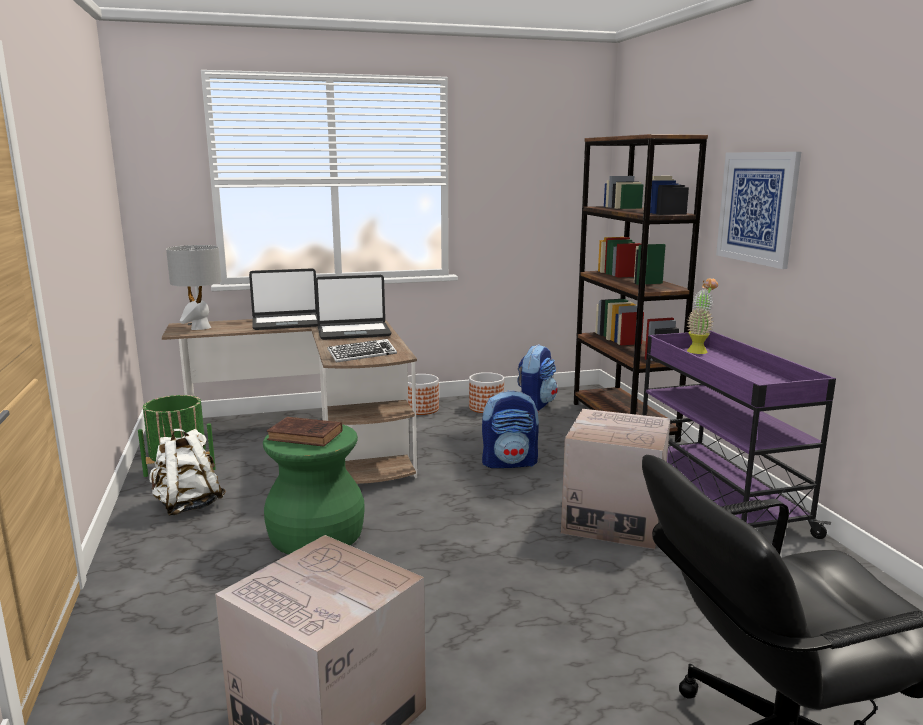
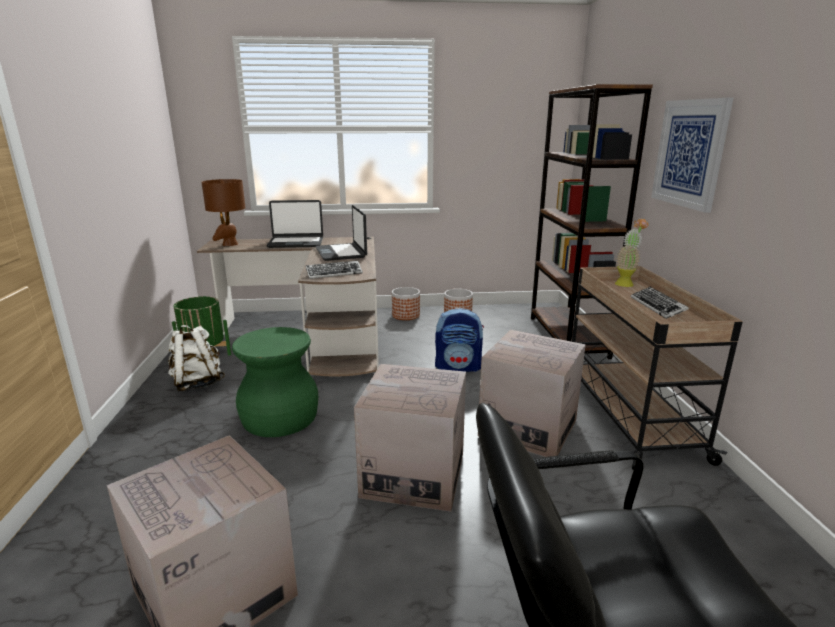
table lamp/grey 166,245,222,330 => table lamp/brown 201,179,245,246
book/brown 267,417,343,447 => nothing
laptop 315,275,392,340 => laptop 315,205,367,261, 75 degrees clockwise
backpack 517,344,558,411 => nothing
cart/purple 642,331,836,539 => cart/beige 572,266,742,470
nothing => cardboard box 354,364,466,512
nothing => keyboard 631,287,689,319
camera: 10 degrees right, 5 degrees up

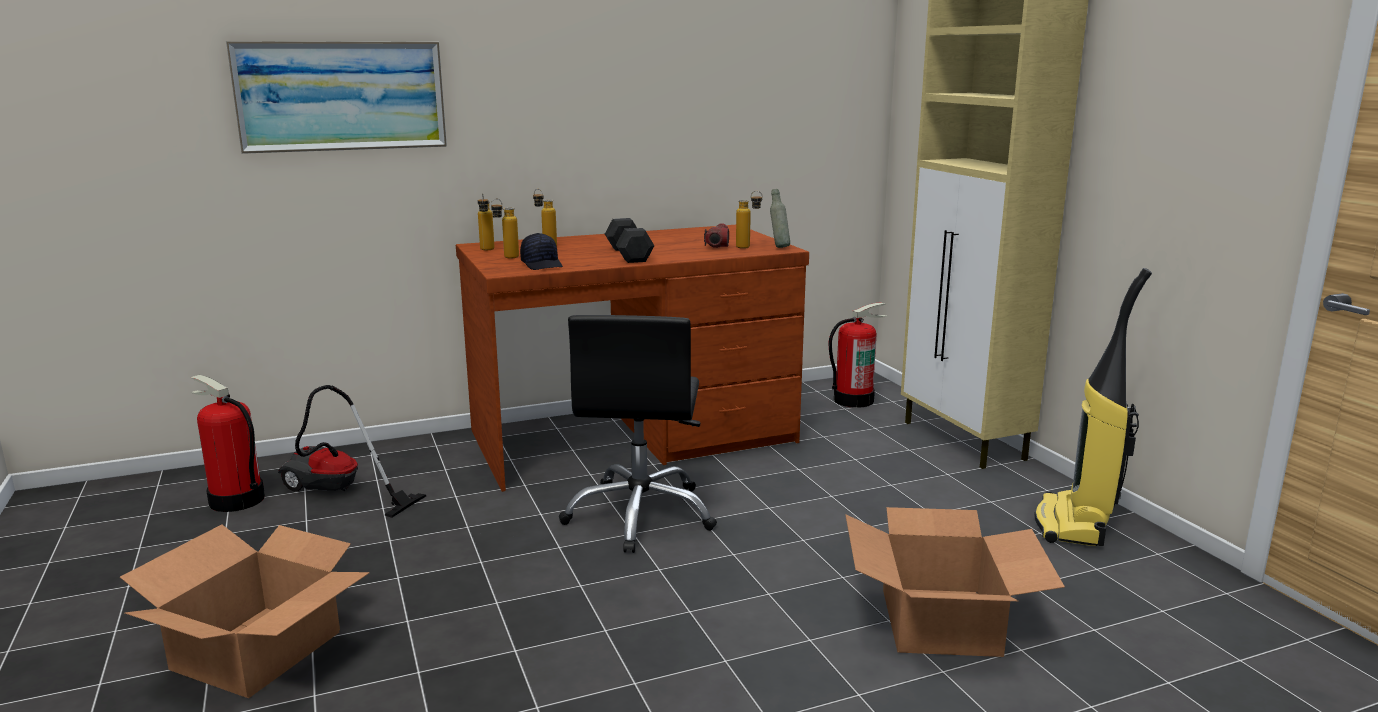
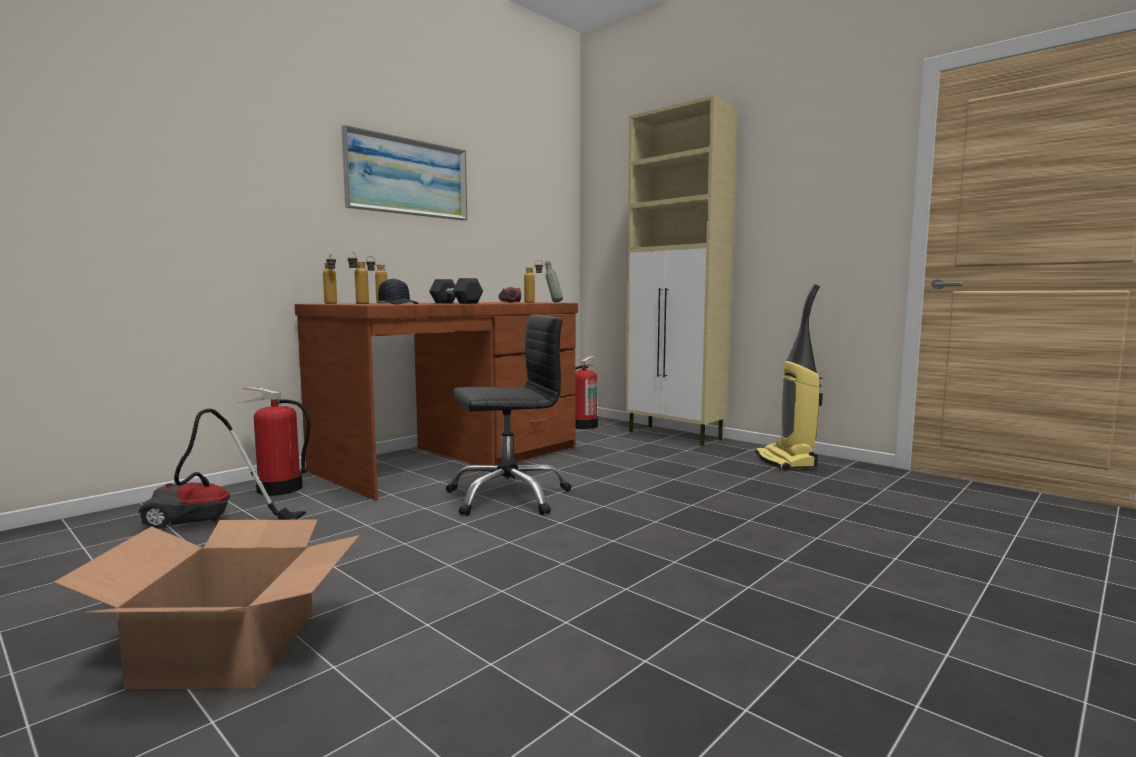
fire extinguisher 190,375,265,512 => fire extinguisher 240,387,311,496, moved
picture 226,41,447,154 => picture 342,125,467,221, moved
office chair/black 559,315,717,553 => office chair/black 446,315,572,516, 90 degrees counterclockwise
cardboard box 845,507,1065,657 => nothing
camera: 25 degrees left, 10 degrees down

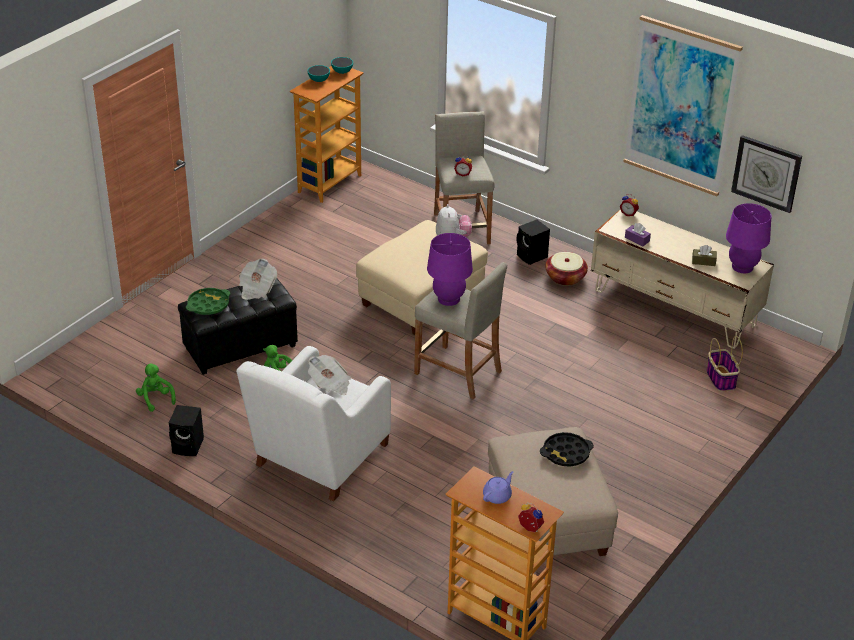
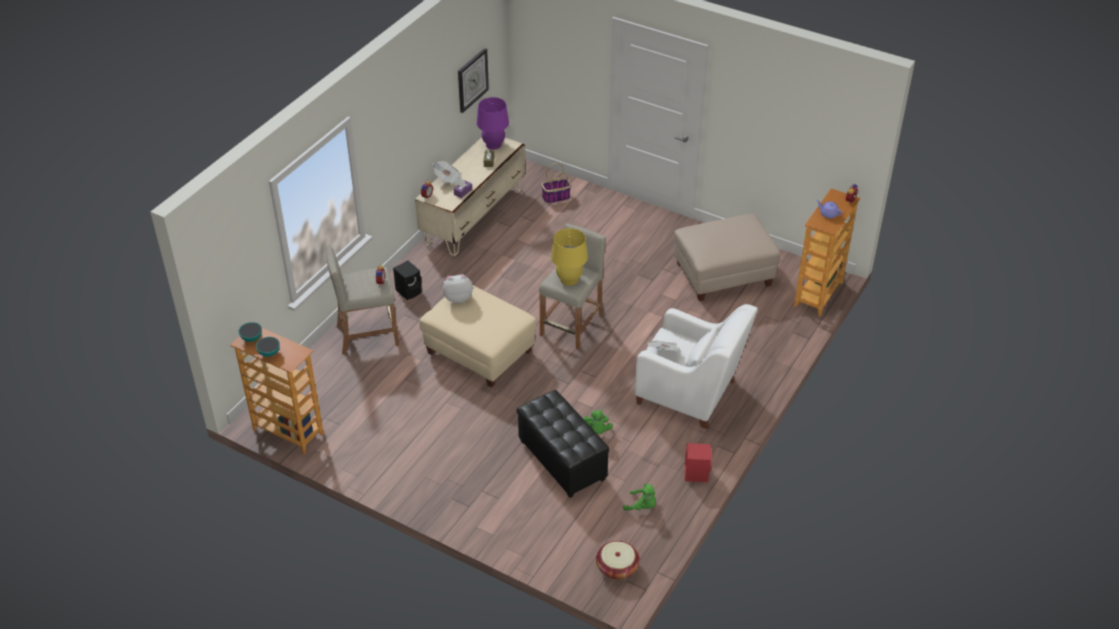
plush toy/green 136,364,176,412 => plush toy/green 623,484,656,510, 120 degrees counterclockwise
speaker/black 169,405,204,456 => speaker/red 685,443,712,482
tray/green 186,288,230,315 => nothing
newspaper 239,258,277,300 => newspaper 432,161,462,185, moved
table lamp/purple 427,233,473,306 => table lamp/yellow 551,228,588,286
tray/black 540,432,594,467 => nothing
basket 545,252,588,286 => basket 596,541,640,580, moved
picture 623,15,743,196 => nothing
camera: 95 degrees left, 5 degrees up

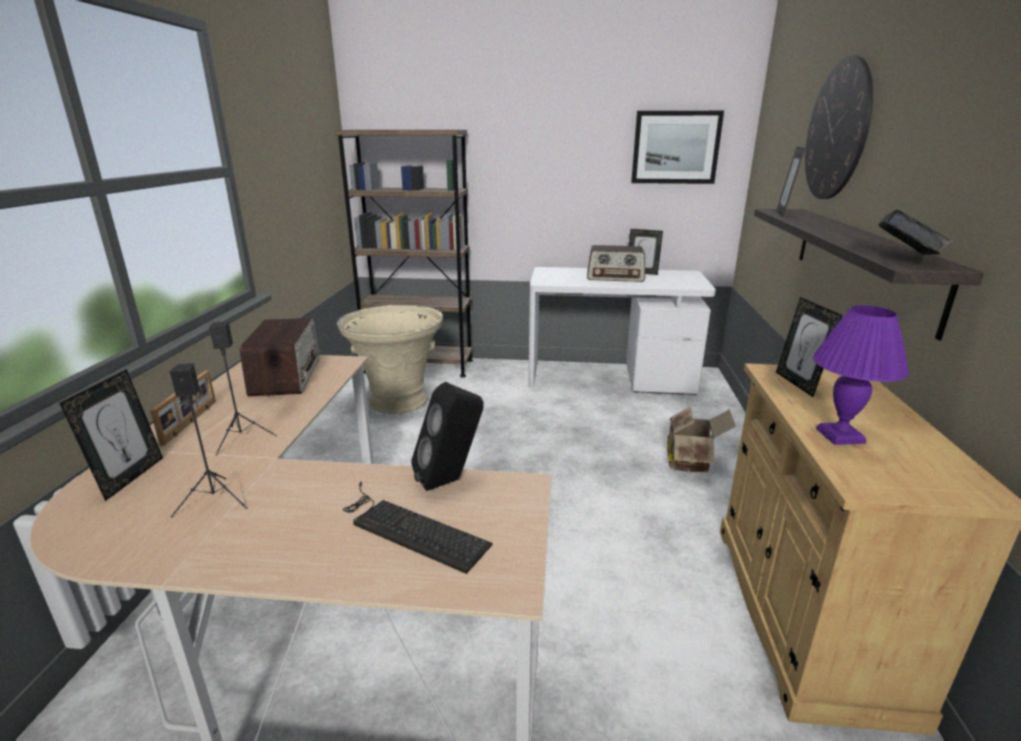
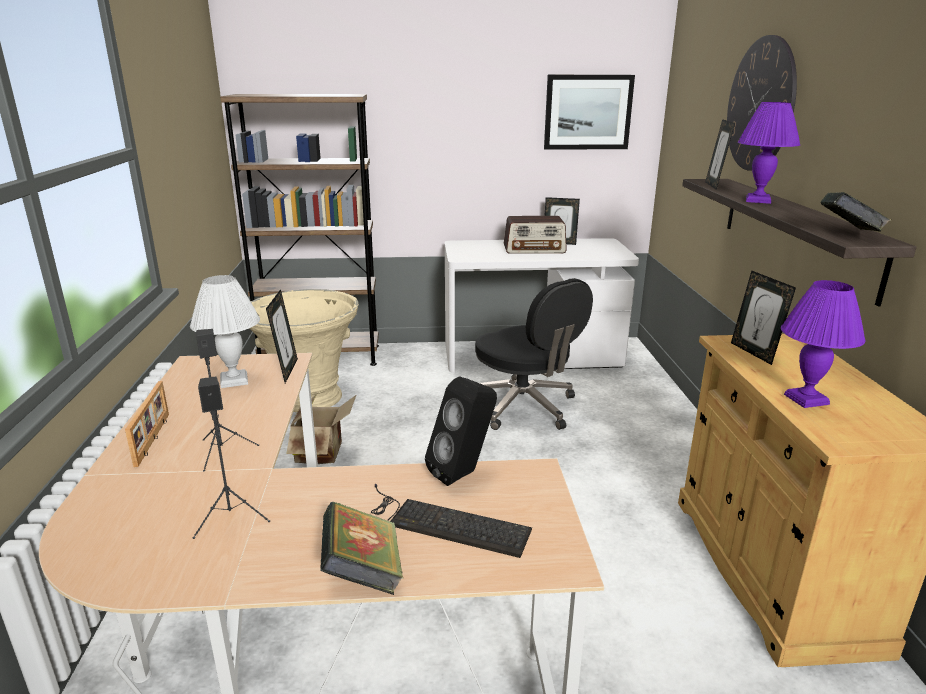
picture frame 59,369,163,501 => picture frame 266,289,298,383, moved
radio 240,318,320,396 => table lamp/white 190,275,260,388
cardboard box 667,406,736,472 => cardboard box 286,394,356,464, moved
nothing => book 320,502,403,595
nothing => office chair/black 475,278,593,430
nothing => table lamp/purple 738,102,800,204
camera: 10 degrees left, 0 degrees up

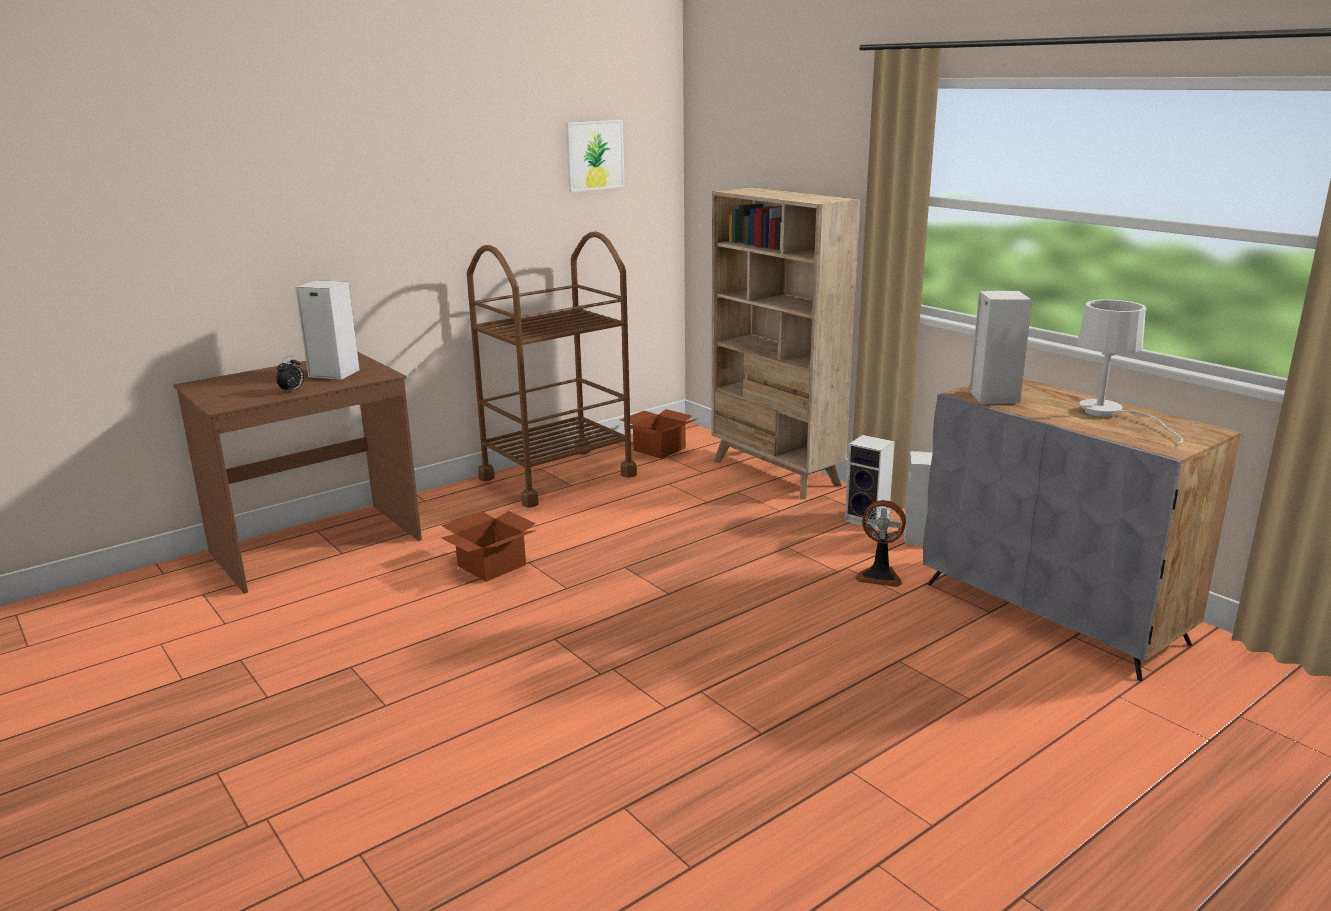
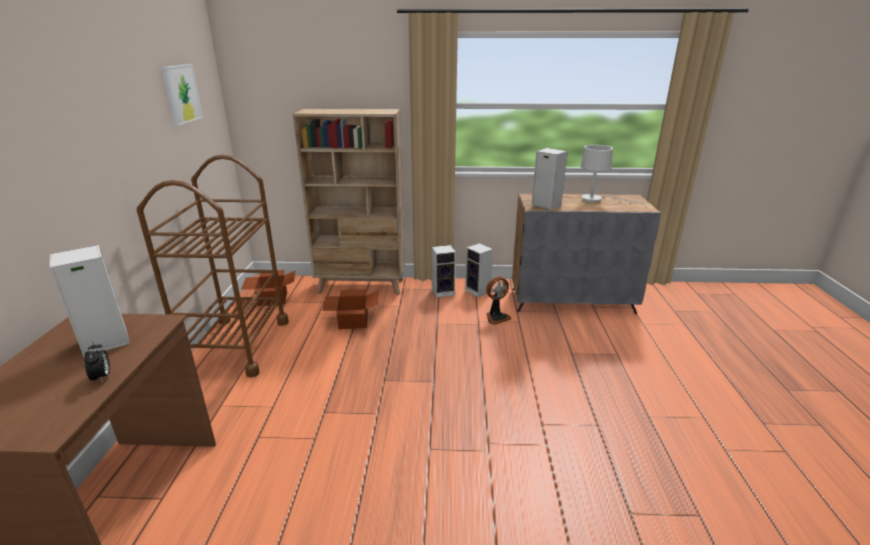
cardboard box 441,511,537,582 => cardboard box 322,289,379,329, moved
camera: 50 degrees left, 5 degrees up

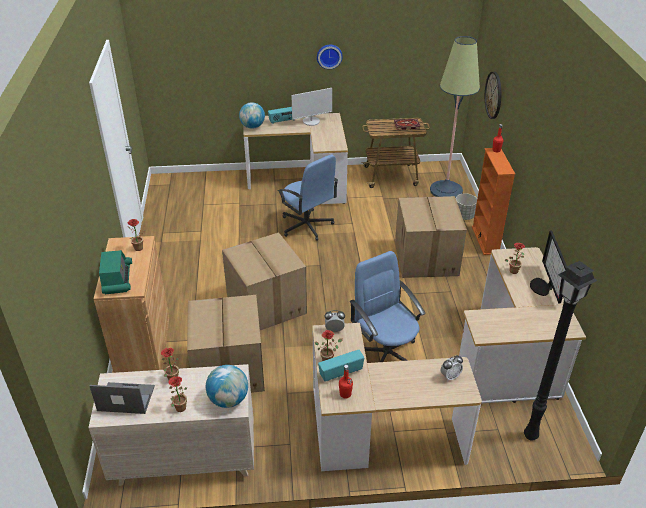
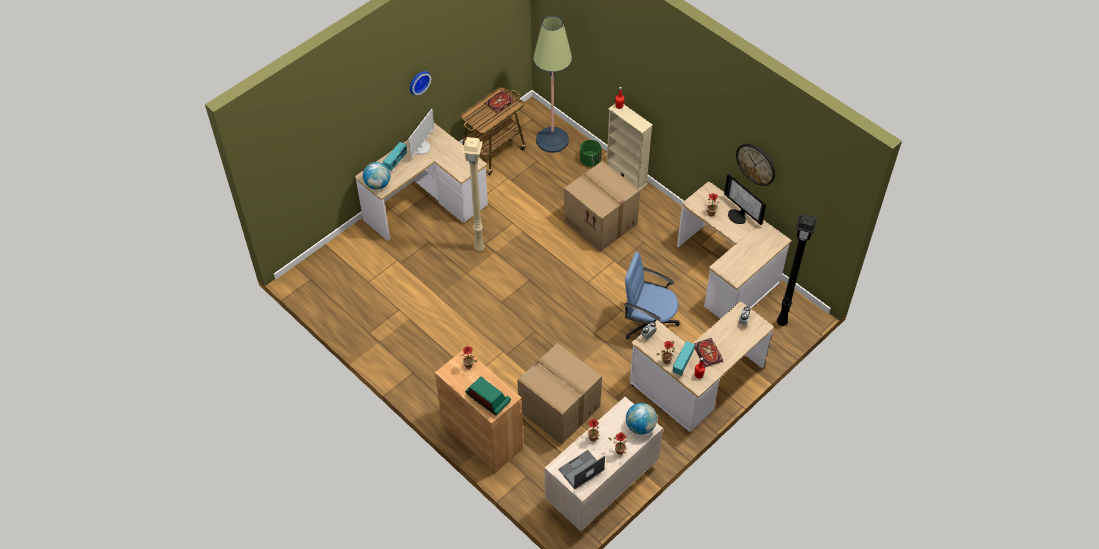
cardboard box 222,232,307,330 => nothing
office chair/blue 278,155,338,241 => floor lamp/beige 462,137,485,252
planter/grey 456,193,477,220 => planter/green 580,140,601,167
bookcase/orange 472,148,515,255 => bookcase/beige 607,104,653,190
wall clock 485,72,501,119 => wall clock 736,144,775,186, moved
nothing => book 694,338,723,367
camera: 40 degrees left, 15 degrees up

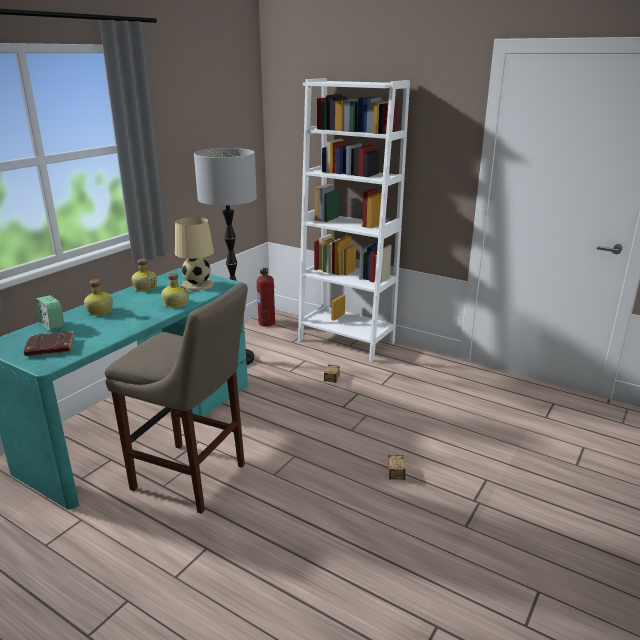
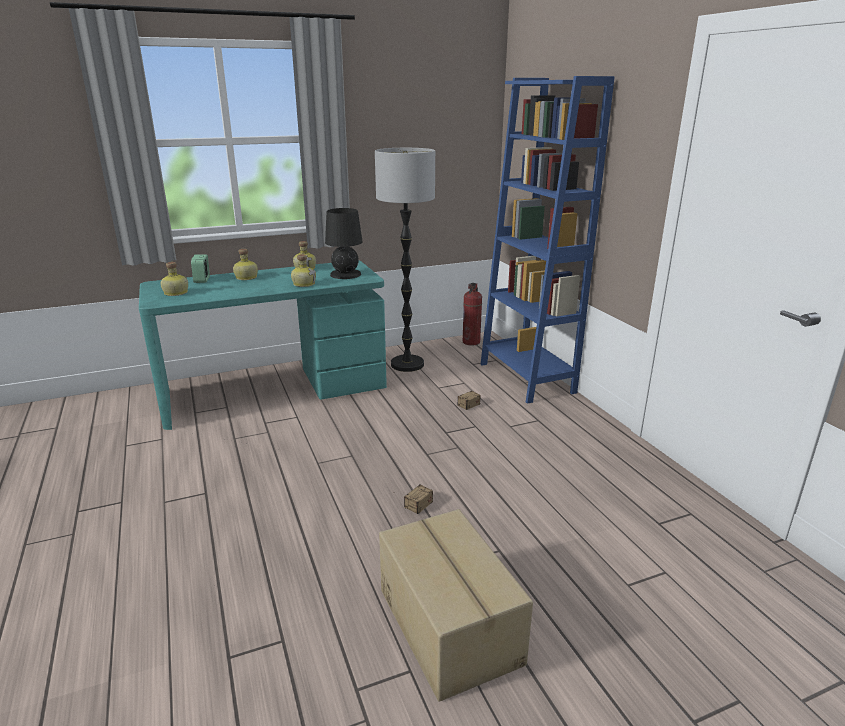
book/brown 24,331,74,356 => bottle 161,262,188,296
stool/beige 105,283,248,514 => nothing
table lamp/beige 175,217,214,291 => table lamp/black 325,208,363,279
bookcase/white 298,78,410,362 => bookcase/blue 481,76,615,404
nothing => cardboard box 379,509,533,702
camera: 35 degrees right, 0 degrees up

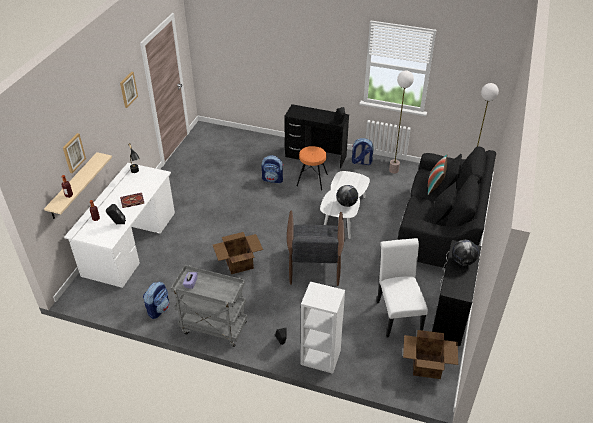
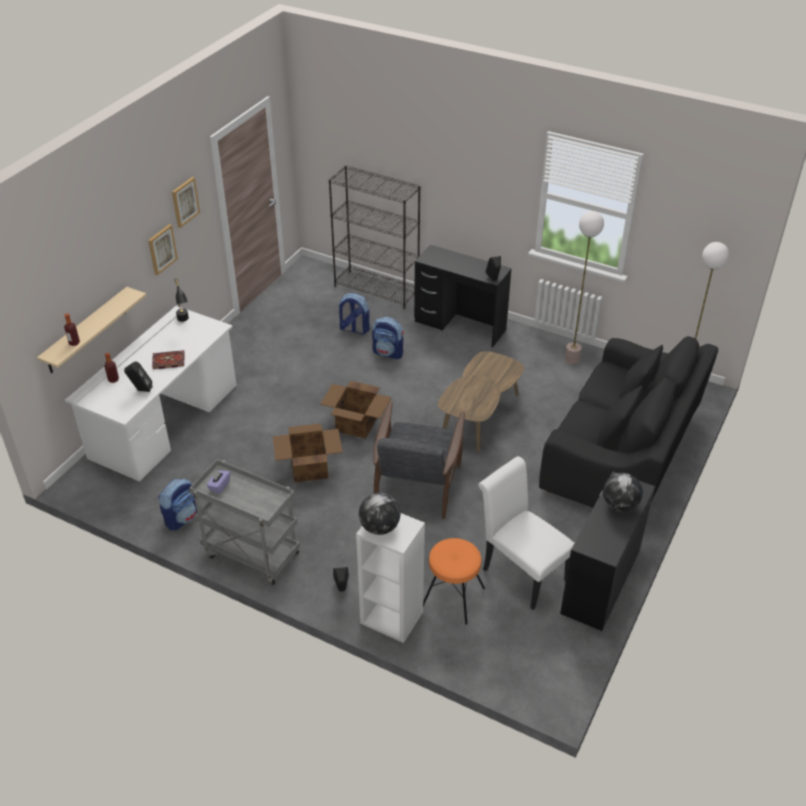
picture 63,133,86,173 => picture 148,224,178,275, moved
stool/orange 297,146,328,190 => stool/orange 423,538,485,625, moved
coffee table/white 320,171,370,239 => coffee table/brown 438,351,524,453
globe 336,185,358,207 => globe 359,493,400,535, moved
backpack 352,138,374,165 => backpack 338,293,370,334, moved
chair/white 376,238,428,337 => chair/white 478,456,574,610, 45 degrees counterclockwise
cardboard box 403,330,458,379 => cardboard box 320,381,391,439, moved
pillow 428,154,447,195 => nothing
nothing => bookcase/black 329,165,421,309
camera: 10 degrees right, 0 degrees up

